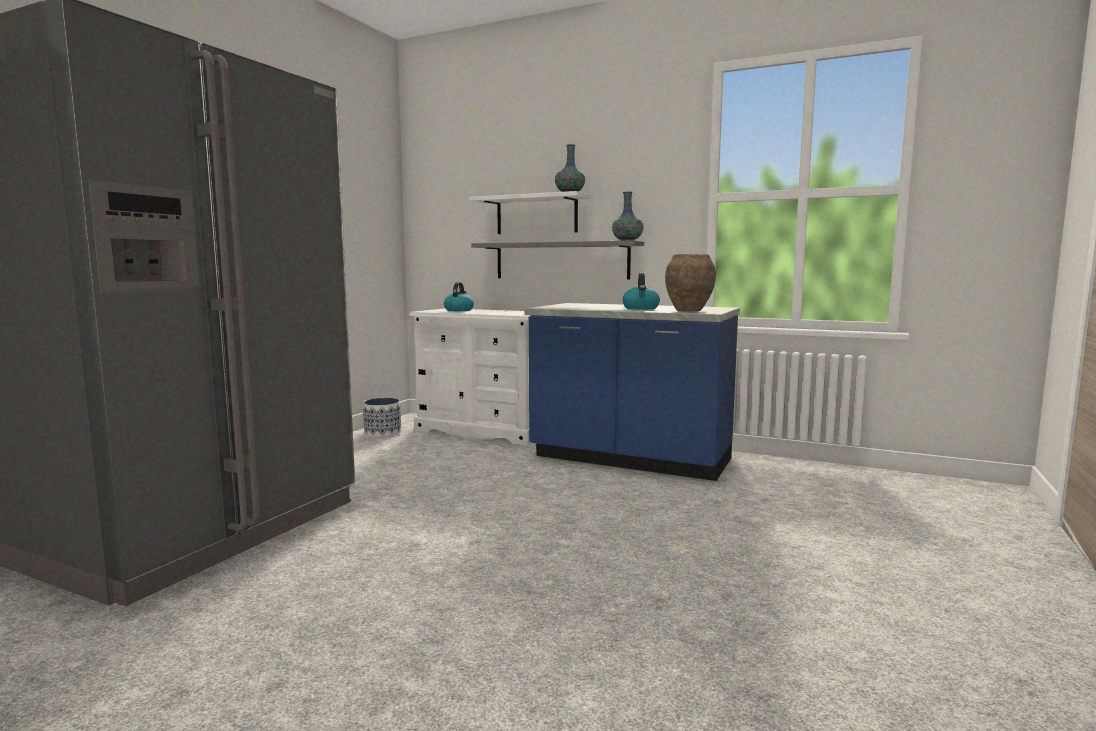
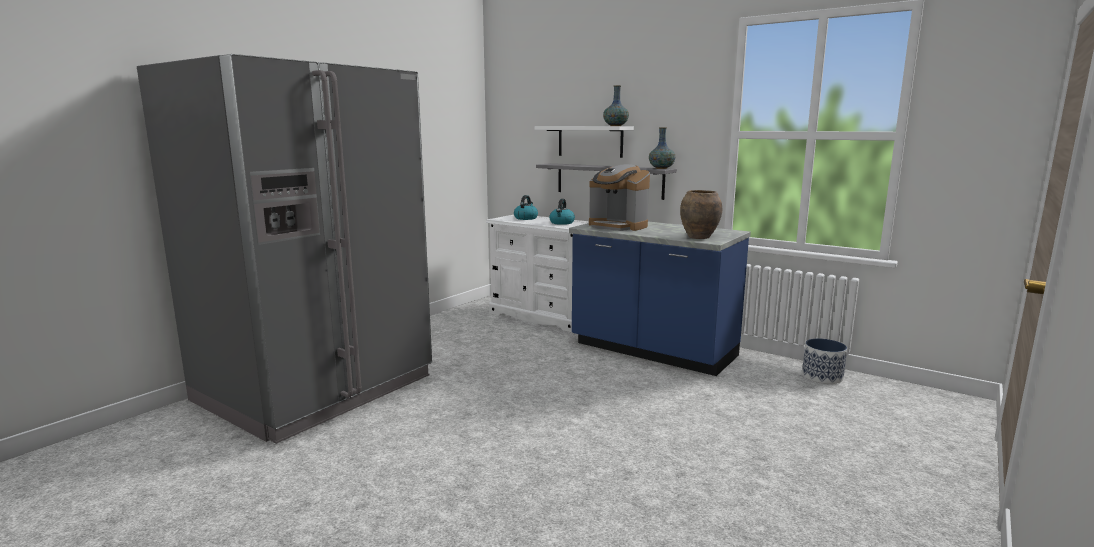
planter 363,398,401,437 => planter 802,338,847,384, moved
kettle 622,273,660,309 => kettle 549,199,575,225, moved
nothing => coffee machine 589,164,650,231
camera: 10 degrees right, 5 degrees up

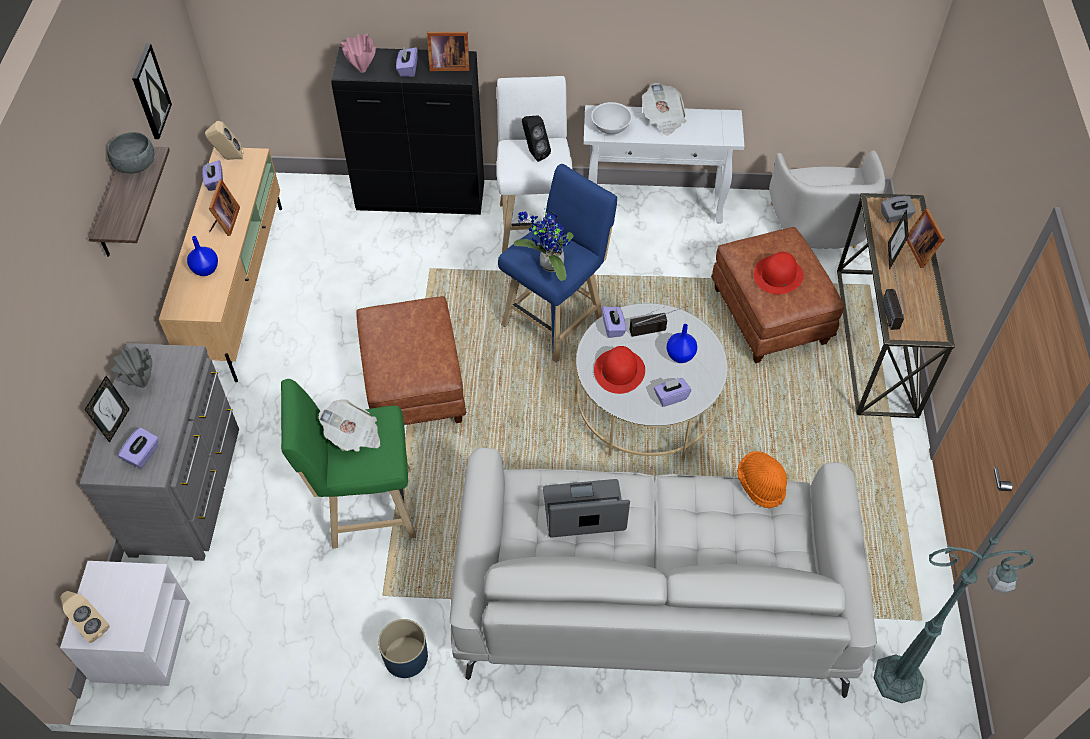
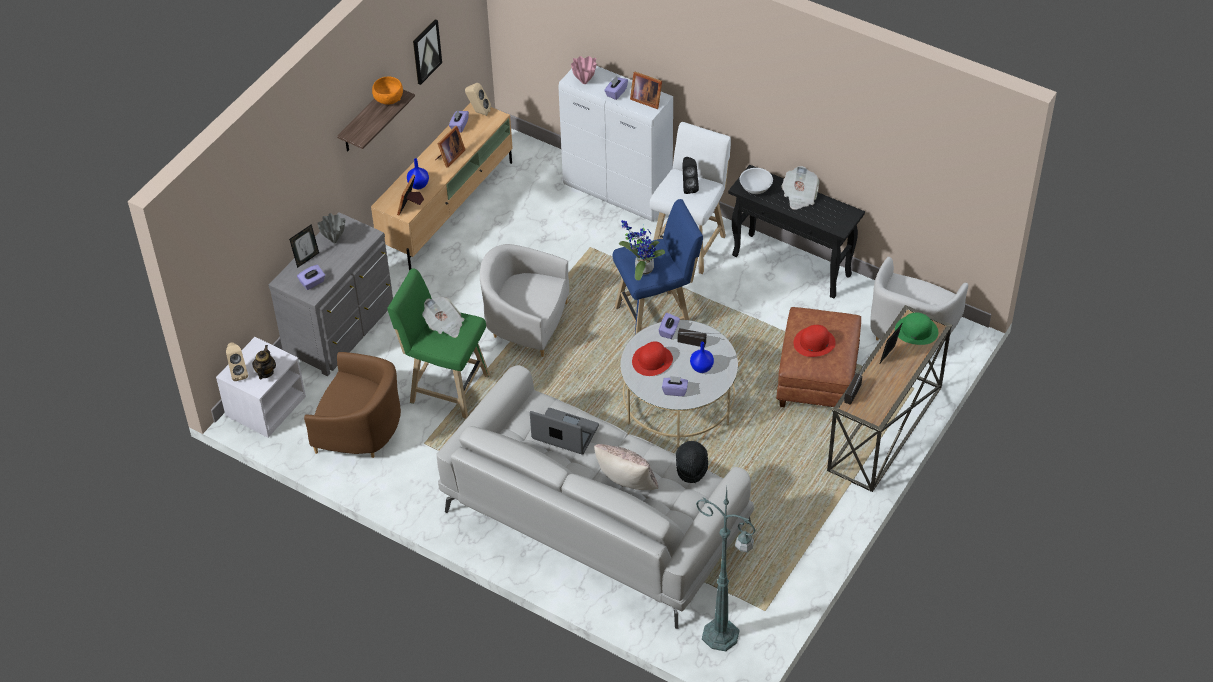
bowl/grey 107,132,155,173 => bowl/orange 372,77,403,105
cabinet/black 331,47,484,215 => cabinet/white 559,66,673,222
ottoman/brown 356,296,467,425 => armchair/white 480,244,569,357
planter/blue 378,619,428,678 => nothing
console table/white 584,105,744,224 => console table/black 728,165,865,299
hat/orange 737,451,787,508 => hat/black 676,441,708,483
tissue box/grey 881,196,916,223 => hat/green 895,313,938,345
picture frame 906,209,945,268 => picture frame 397,174,424,216, moved
nothing => teapot 252,345,276,379
nothing => armchair/brown 304,352,401,458
nothing => pillow/beige 594,444,658,490
camera: 30 degrees right, 5 degrees down

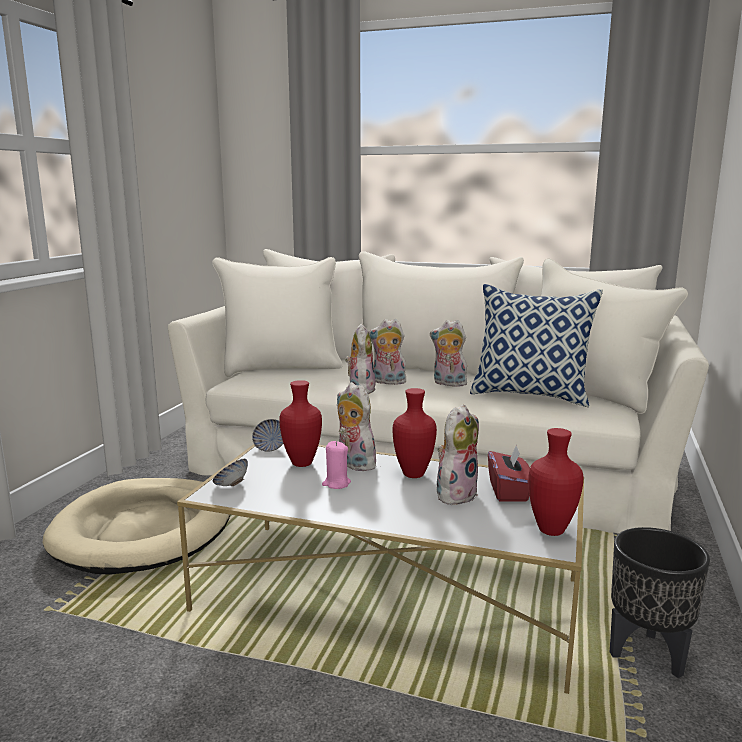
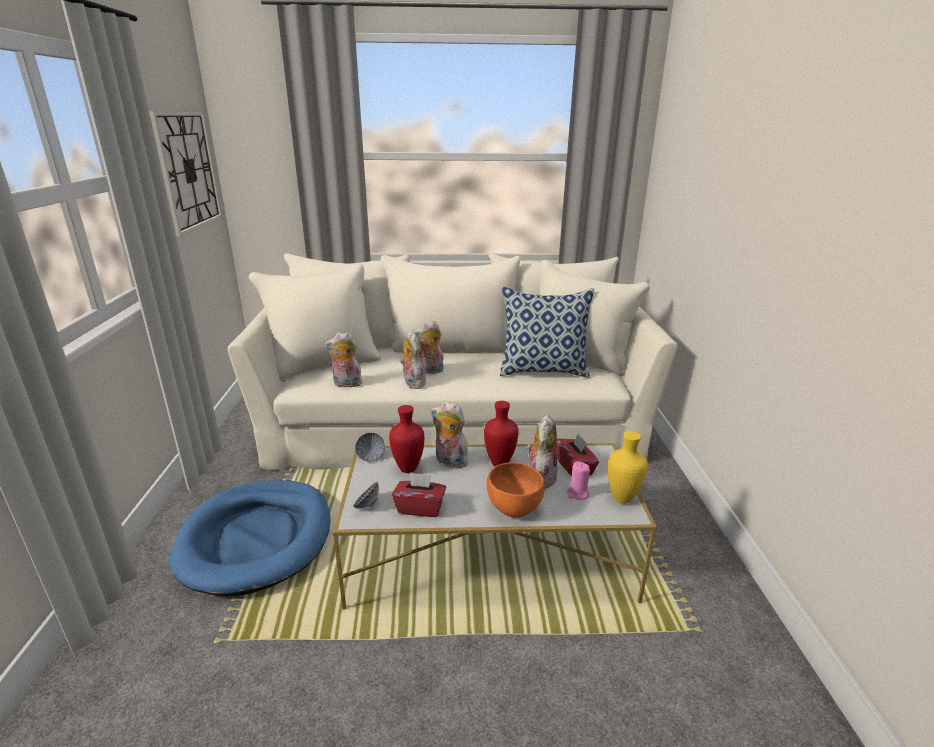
dog bed/beige 43,478,230,575 => dog bed/blue 170,480,331,596
candle/pink 322,441,351,489 => candle/pink 567,462,590,500, moved
plush toy 430,320,467,387 => plush toy 325,332,363,387, moved
vase/red 528,428,583,536 => vase/yellow 608,431,648,504
planter/black 610,527,710,678 => nothing
nothing => wall clock 149,111,222,237
nothing => tissue box/red 392,472,446,517
nothing => bowl/orange 487,462,545,518
camera: 20 degrees left, 10 degrees up

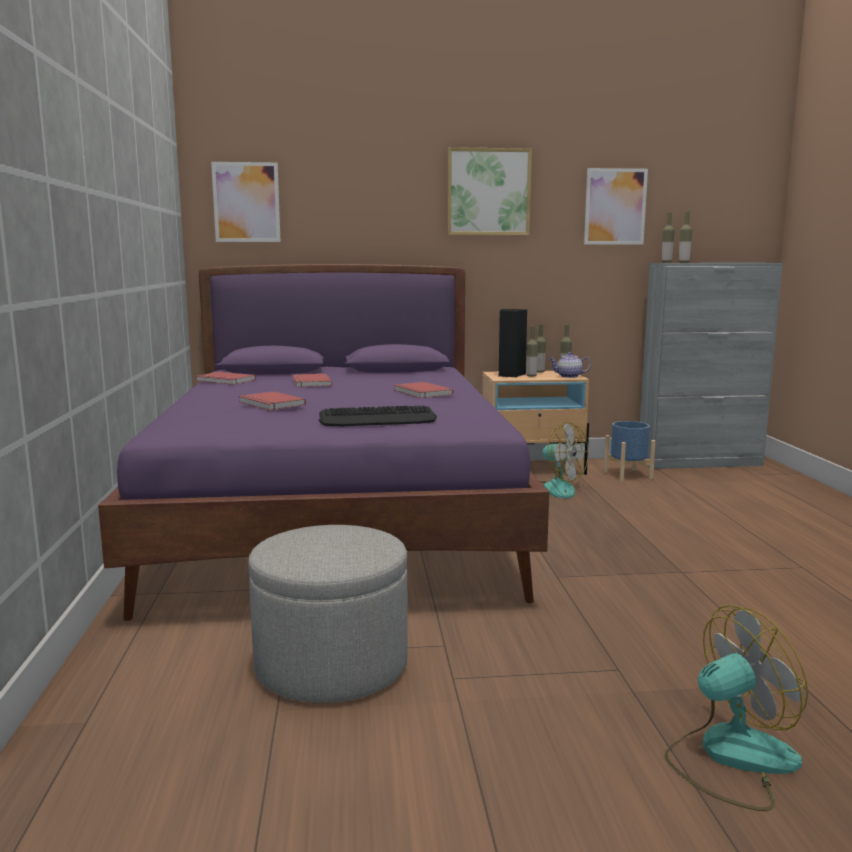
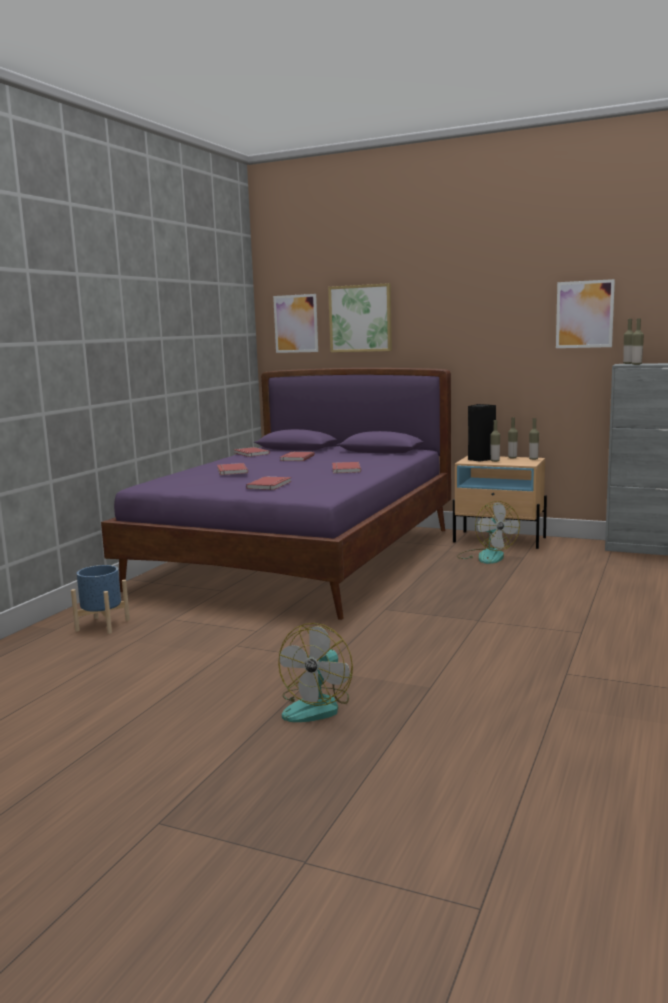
ottoman/grey 248,525,408,703 => nothing
keyboard 319,406,437,426 => book/red 246,477,291,490
picture 447,147,532,235 => picture 328,283,392,352, moved
teapot 549,352,591,378 => nothing
planter/blue 604,421,656,482 => planter/blue 71,565,130,634, moved
fan 664,605,808,811 => fan 278,623,353,722, 105 degrees clockwise
camera: 30 degrees right, 0 degrees up

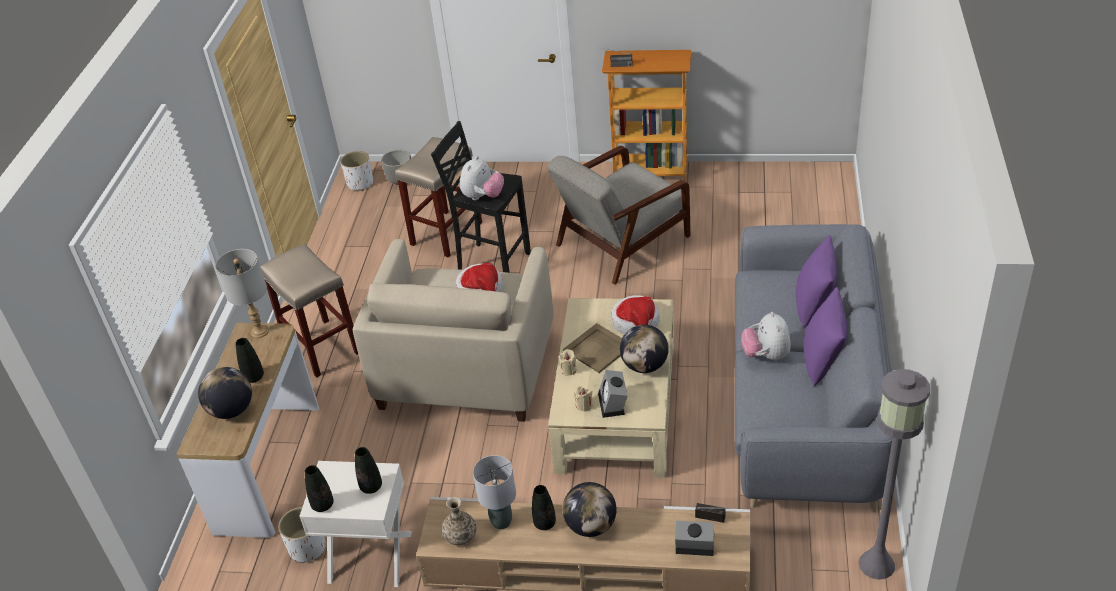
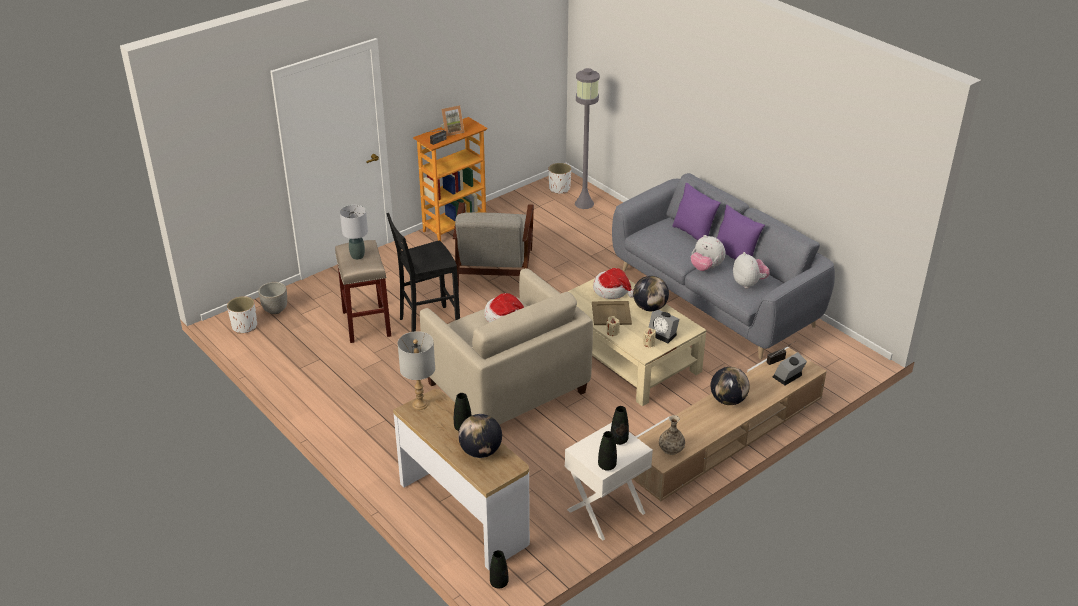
stool/beige 260,244,358,378 => nothing
planter/white 278,507,326,563 => planter/white 548,163,571,194, moved
plush toy 460,156,504,200 => plush toy 733,252,770,289, moved
table lamp/grey 473,455,516,529 => table lamp/grey 340,205,368,260, moved
vase/black 532,485,556,530 => vase/black 490,550,508,589, moved
floor lamp/grey 859,369,930,580 => floor lamp/grey 575,68,600,209, moved
nothing => picture frame 441,105,464,136
camera: 50 degrees left, 5 degrees down

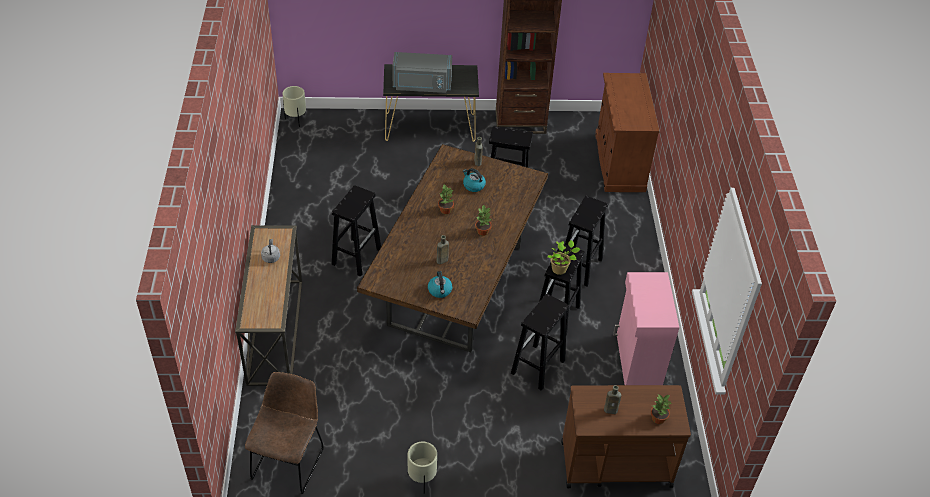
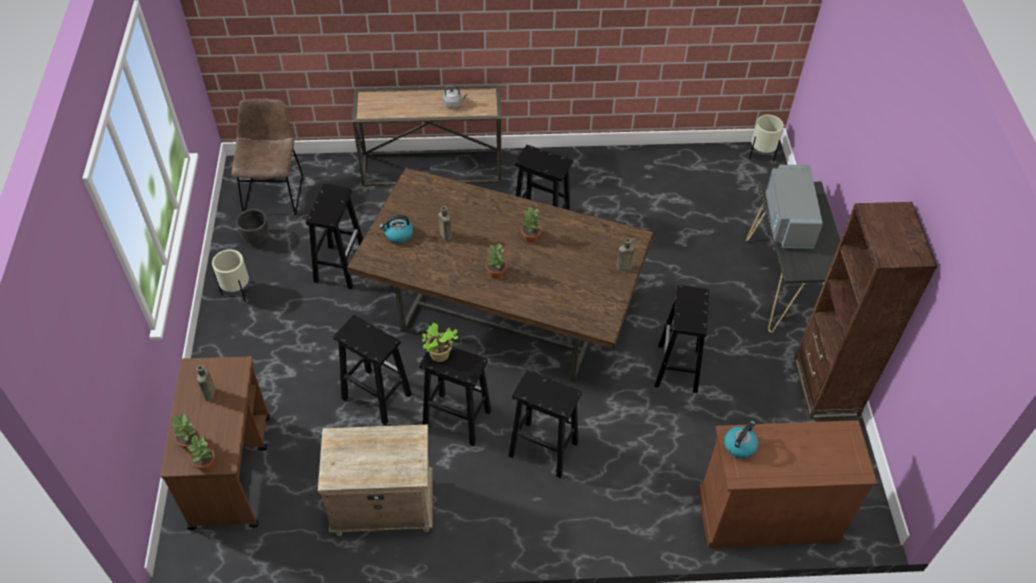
chair/brown 245,372,324,494 => chair/brown 232,99,303,215, 105 degrees counterclockwise
kettle 463,168,486,192 => kettle 724,421,758,458, moved
cabinet/pink 613,272,679,385 => nightstand/beige 318,425,433,536
nothing => potted plant 188,434,215,471
nothing => planter/black 236,209,269,244
nothing => stool/black 306,184,363,289
camera: 90 degrees right, 5 degrees up

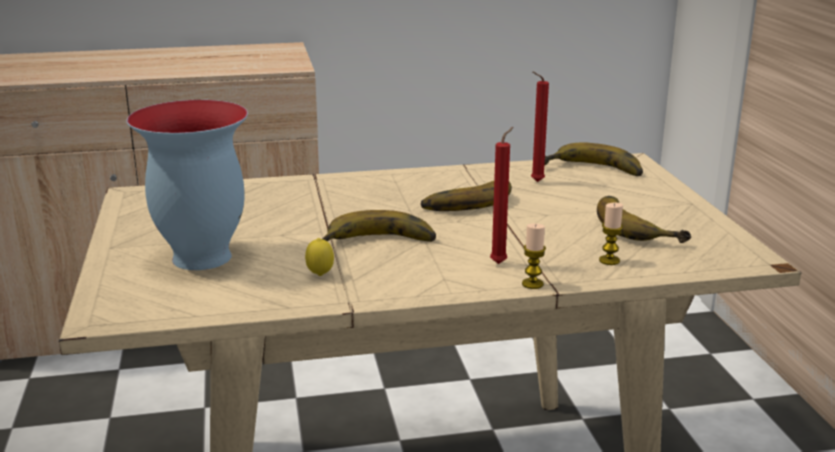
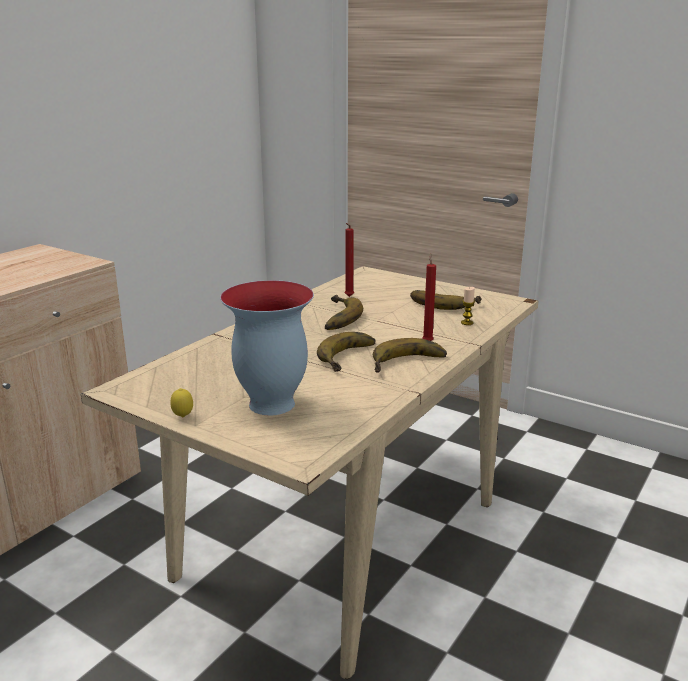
lemon 305,238,334,276 => lemon 170,388,193,417, moved
candle 522,224,546,289 => nothing
banana 544,142,643,176 => banana 373,338,447,373, moved
camera: 45 degrees left, 0 degrees up

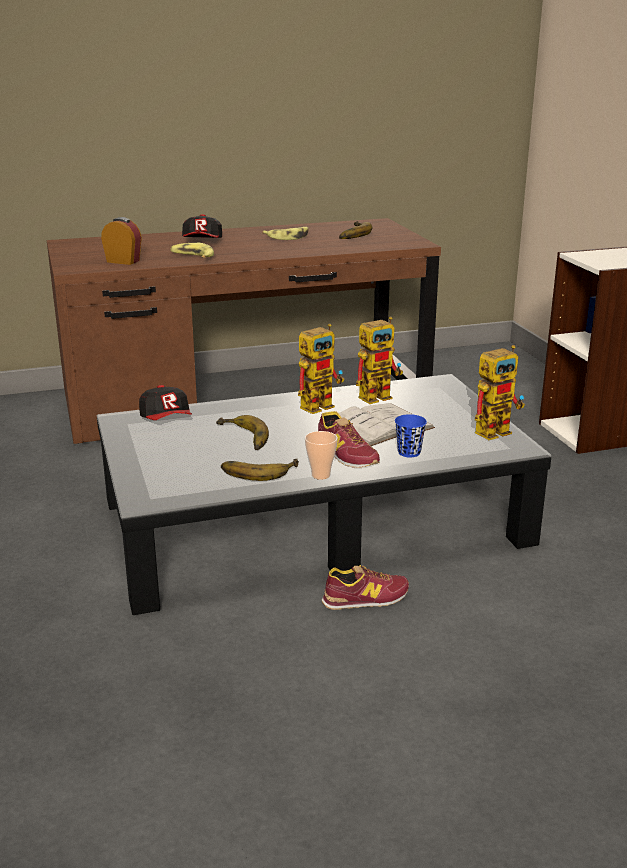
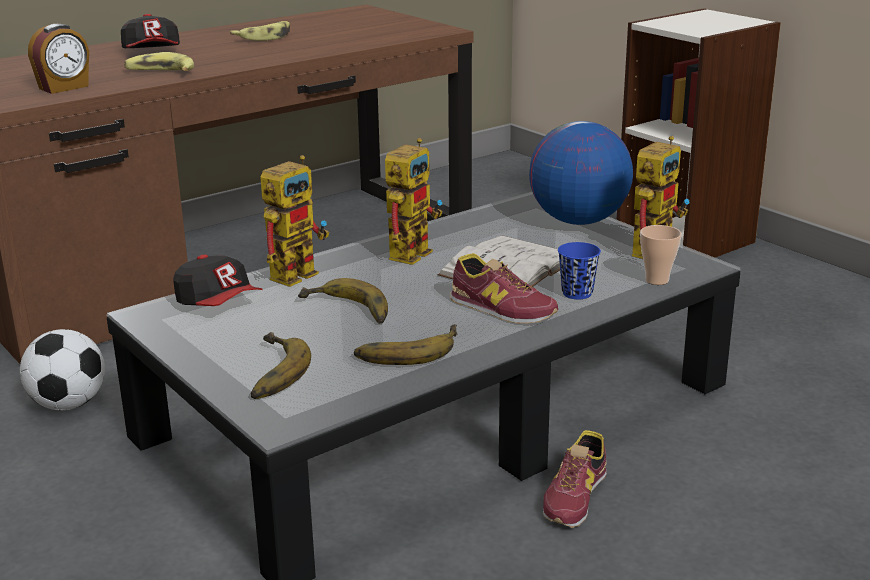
alarm clock 101,217,142,265 => alarm clock 28,24,89,94, 135 degrees clockwise
cup 305,431,338,480 => cup 640,225,682,285, moved
shoe 322,565,409,610 => shoe 543,430,607,528, 150 degrees clockwise
banana 339,221,373,239 => banana 251,332,311,399, moved
toy robot 356,317,403,404 => toy robot 260,155,329,287, moved
nothing => football 20,329,105,410
nothing => globe 529,121,633,225
camera: 20 degrees left, 0 degrees up

